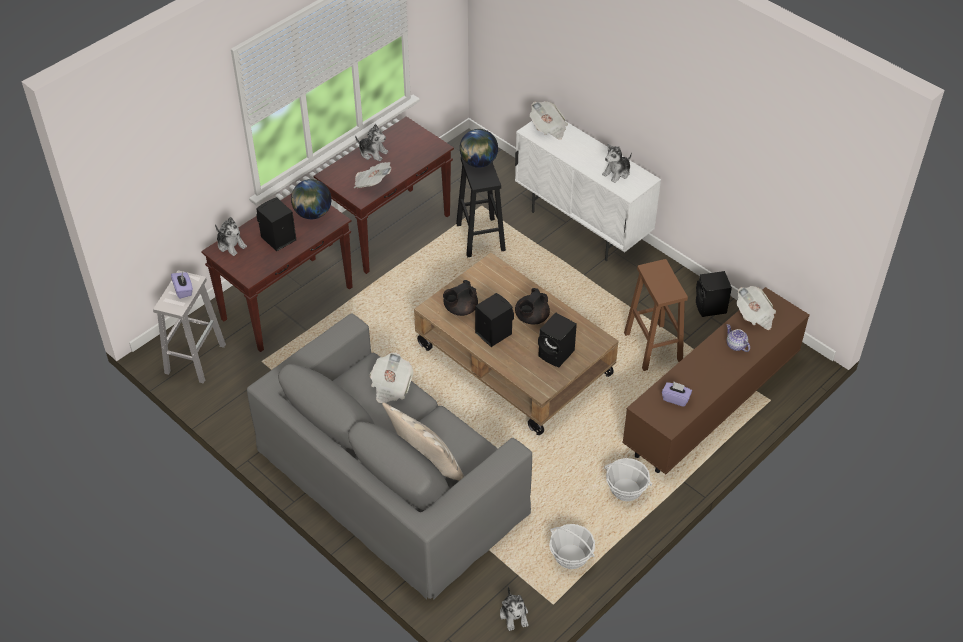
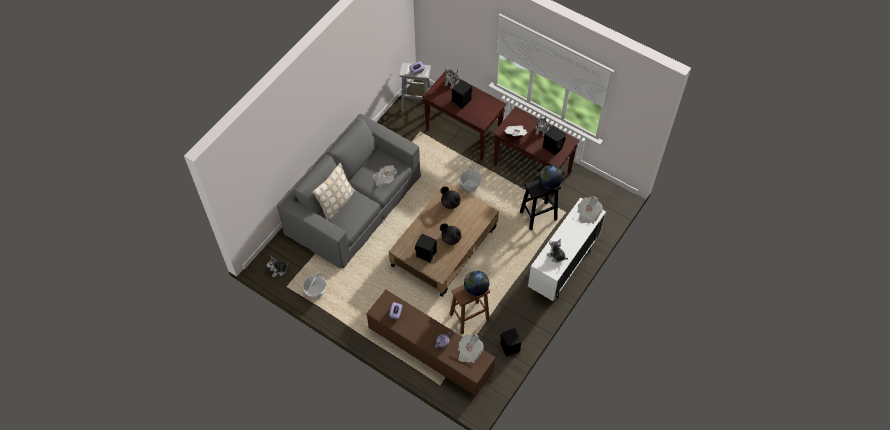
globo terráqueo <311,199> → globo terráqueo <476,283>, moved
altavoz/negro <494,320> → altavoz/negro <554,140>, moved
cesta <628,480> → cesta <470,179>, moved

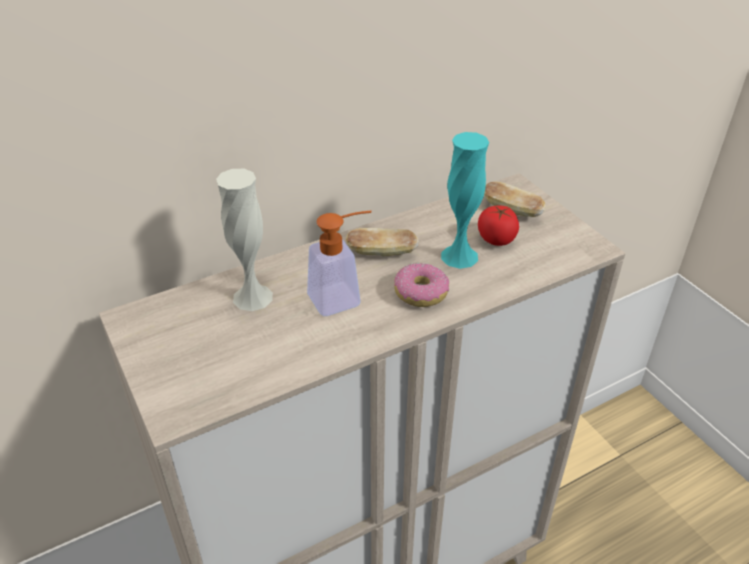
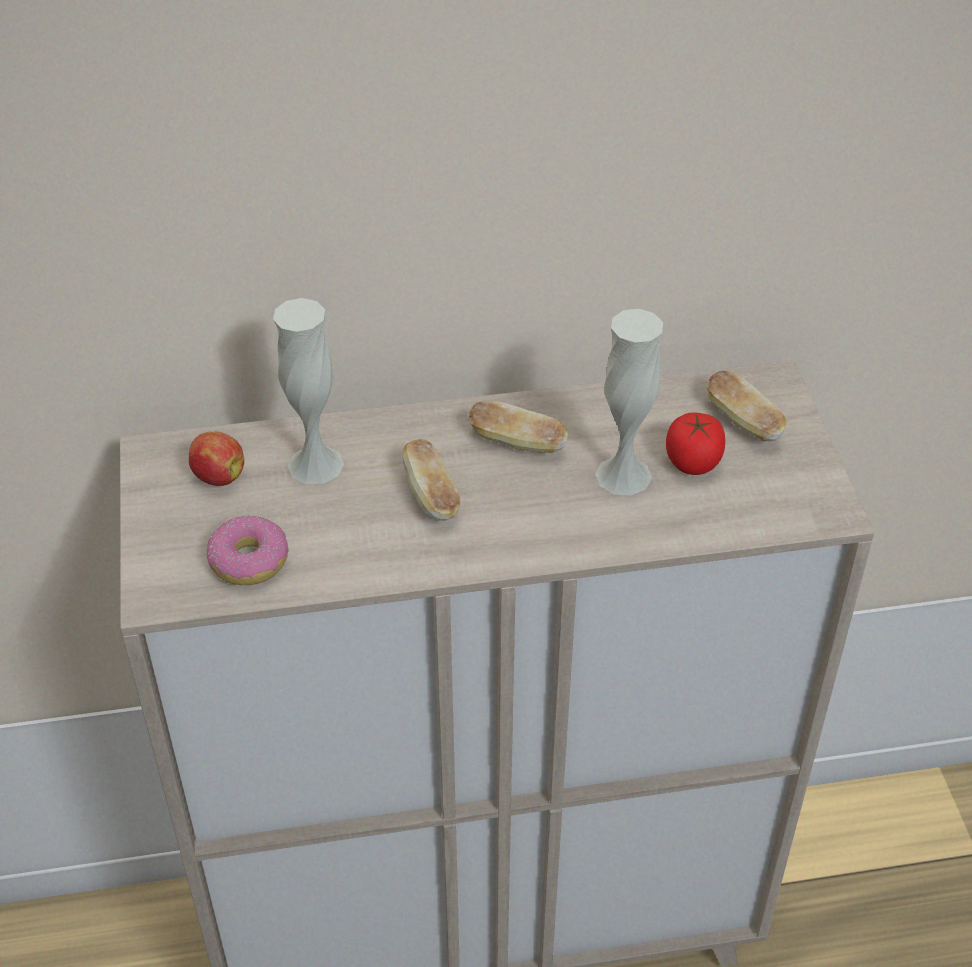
dispensador de jabón <339,263> → pan <431,480>
rosquilla <421,285> → rosquilla <247,550>, moved
florero/turquesa <465,200> → florero/blanco <629,402>
- → manzana <216,458>

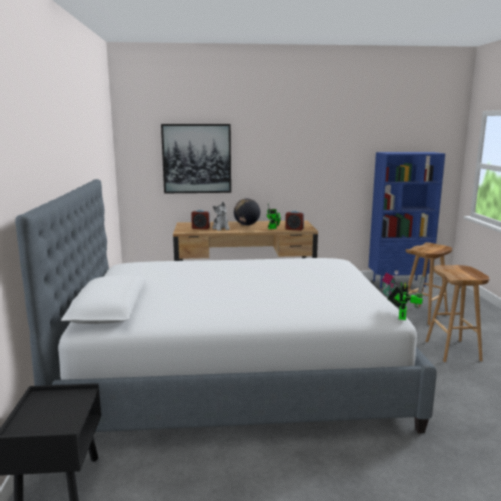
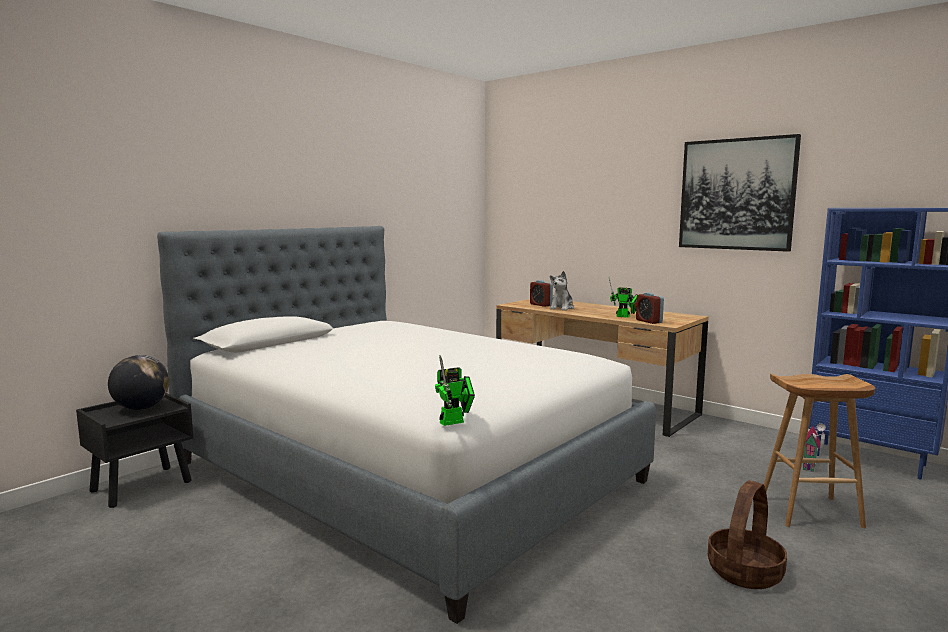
cuadro <196,158> → cuadro <740,193>, moved
globo terráqueo <247,211> → globo terráqueo <138,382>, moved
taburete/marrón <457,313> → cesta <747,534>

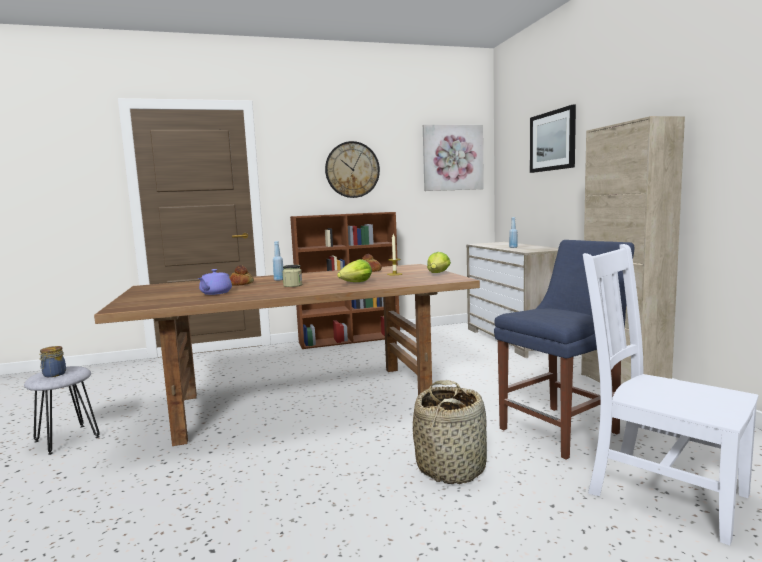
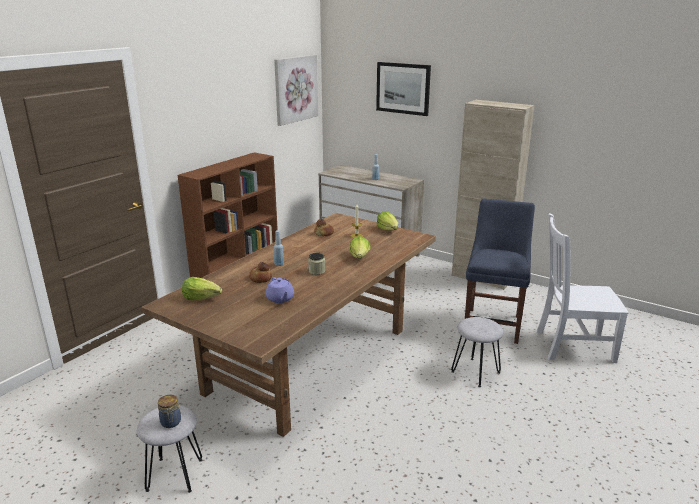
reloj de pared <352,169> → -
cesta <450,432> → taburete/gris <477,352>
- → lechuga <202,288>

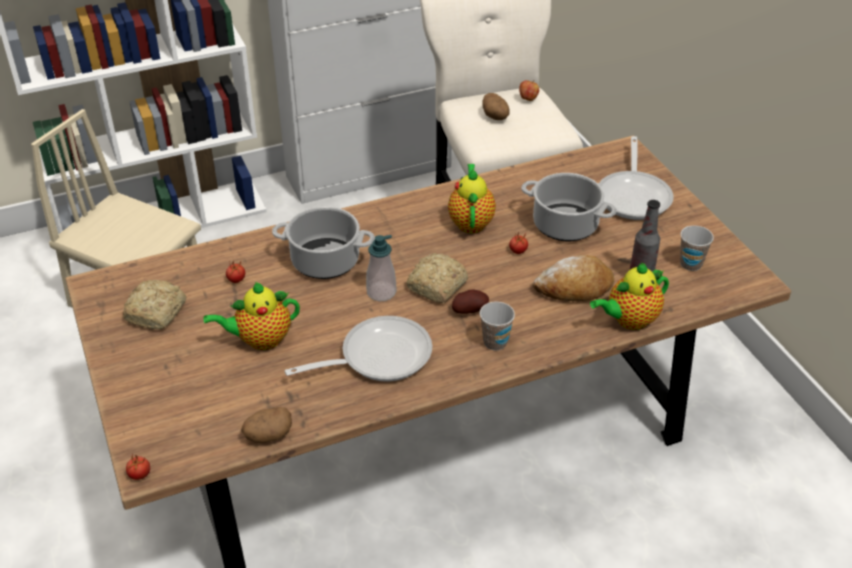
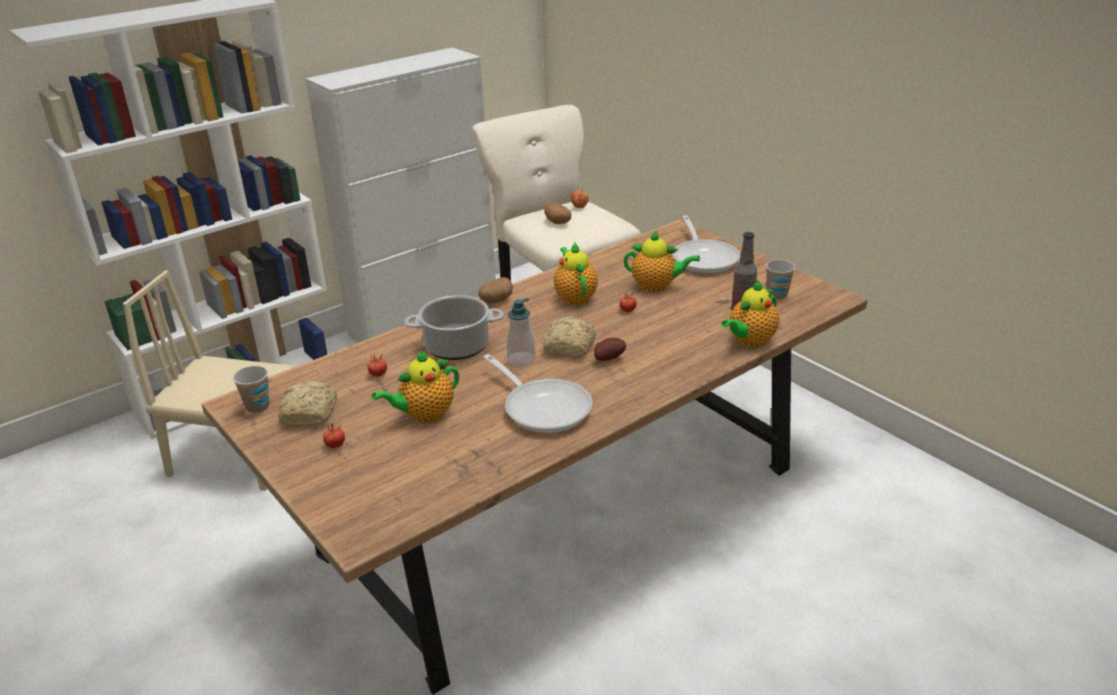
tomate <138,467> → tomate <334,435>, moved
patata <266,425> → patata <495,290>, moved
sartén <358,349> → sartén <538,393>, 90 degrees clockwise
taza <497,326> → taza <251,389>, moved
olla <569,207> → tetera <662,261>
pan <573,278> → -

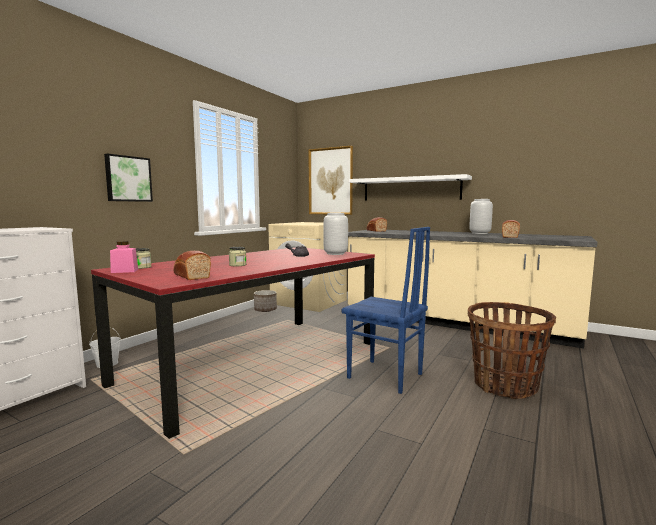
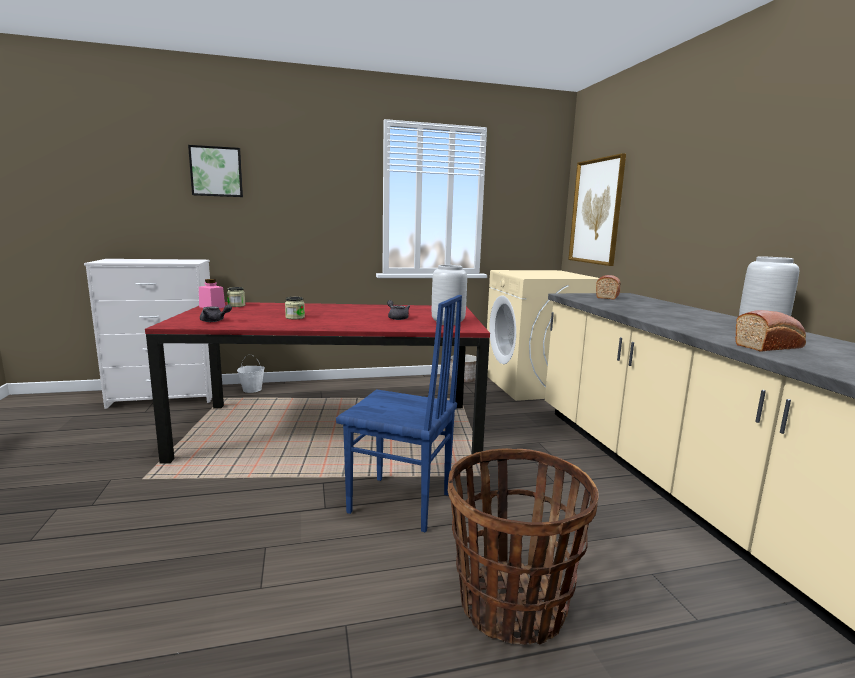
cuadro <128,178> → cuadro <215,171>, moved
pan <192,265> → tetera/gris <216,313>
silla/azul <385,310> → silla/azul <399,414>, 60 degrees counterclockwise
estante/blanco <410,187> → -

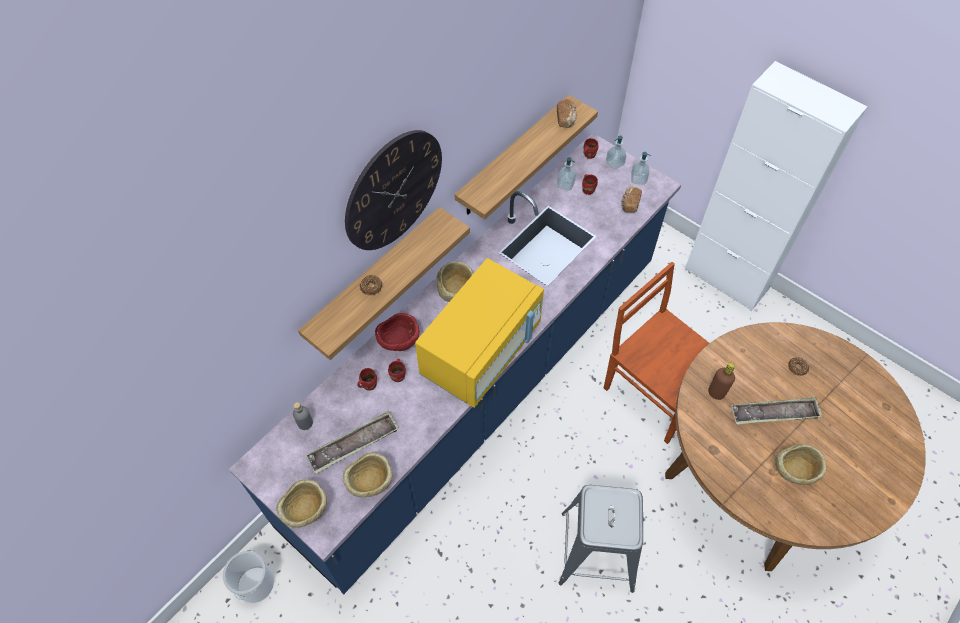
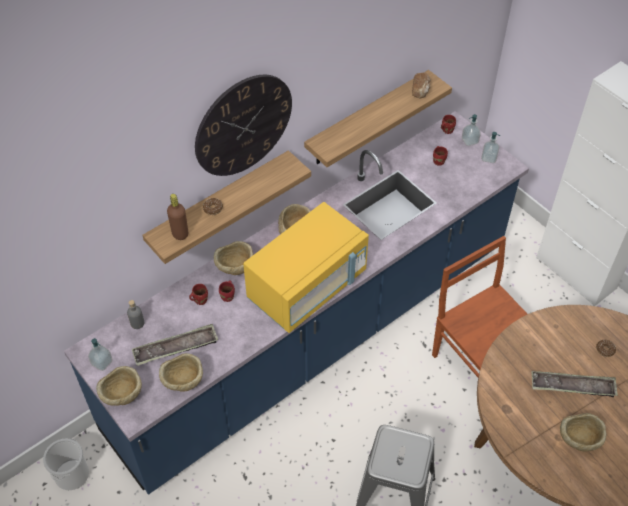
cuenco/rojo <397,332> → cuenco/beis <234,258>
dispensador de jabón <566,174> → dispensador de jabón <100,354>, moved
pan <631,199> → -
botella/marrón <721,381> → botella/marrón <177,217>, moved

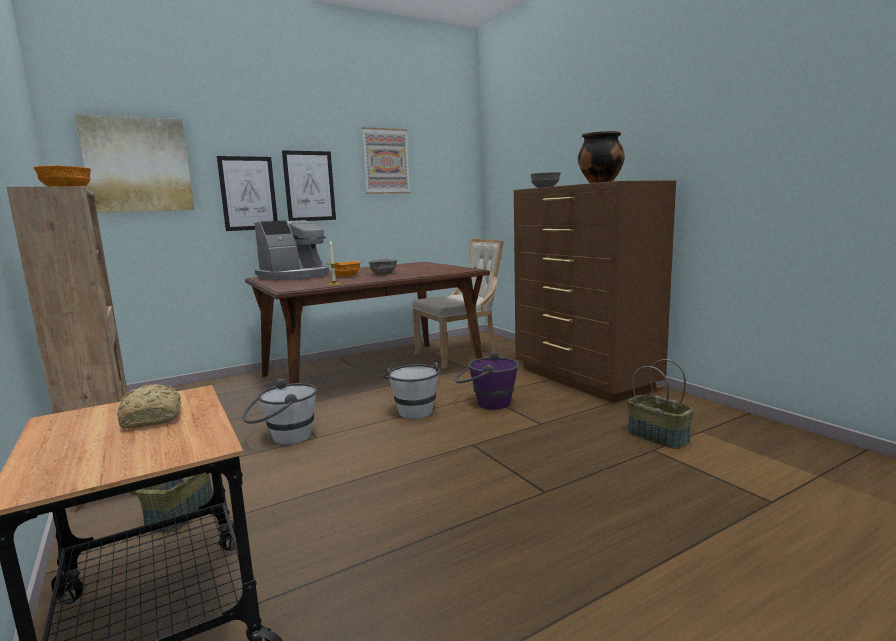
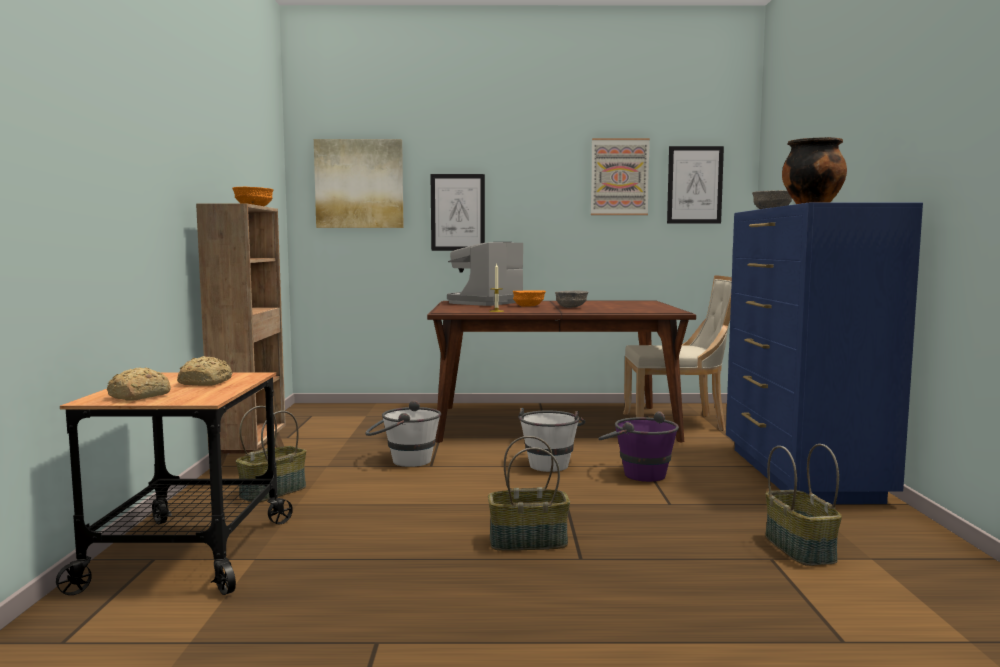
cafetera <291,250> → cafetera <485,274>, 135 degrees clockwise
cuadro <309,185> → cuadro <695,185>, moved
cómoda/marrón <595,291> → cómoda/azul <824,353>
- → pan <139,384>
- → cesta <529,493>

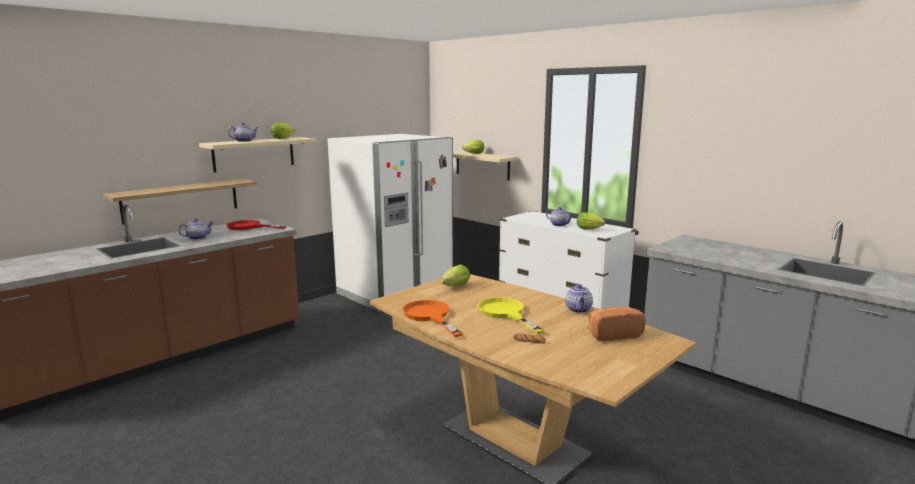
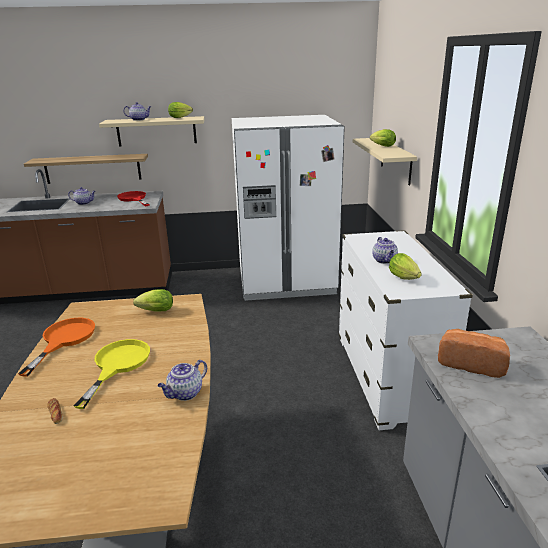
pan <617,324> → pan <474,353>, moved

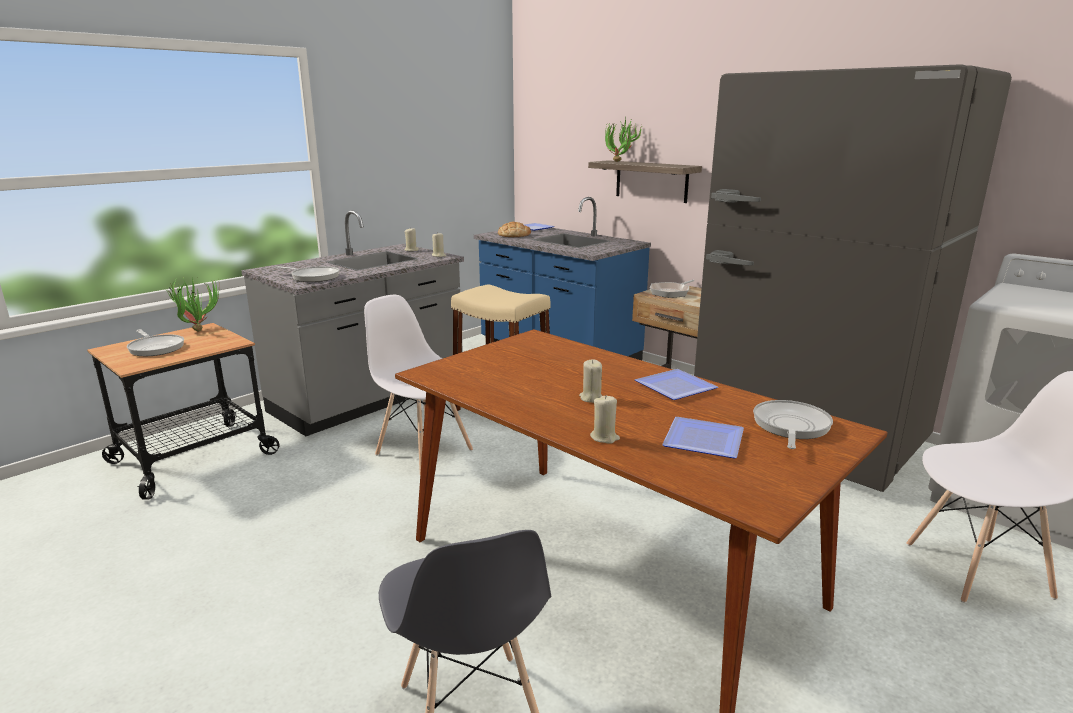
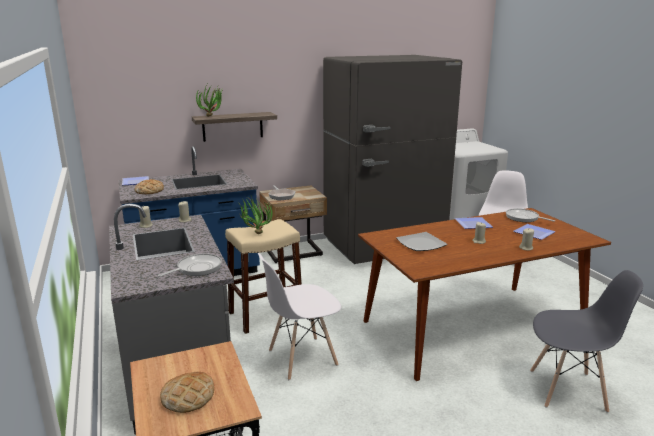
sartén <155,342> → pan <187,392>
planta en maceta <192,304> → planta en maceta <255,215>, moved
- → plato <421,241>

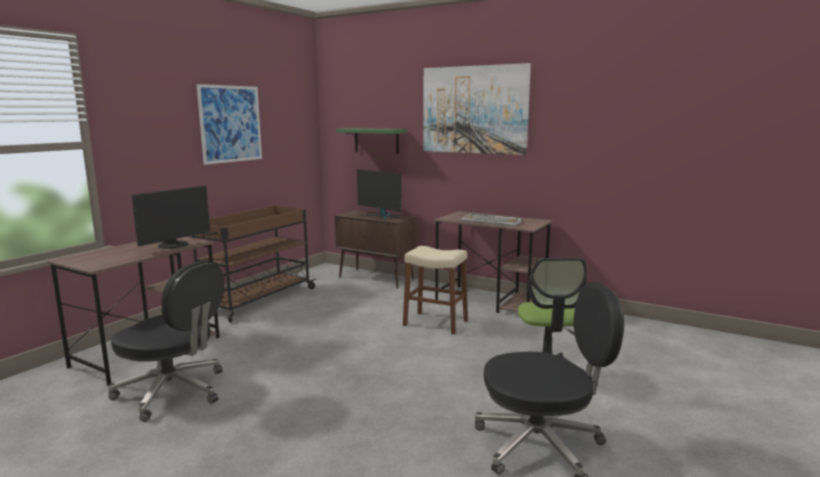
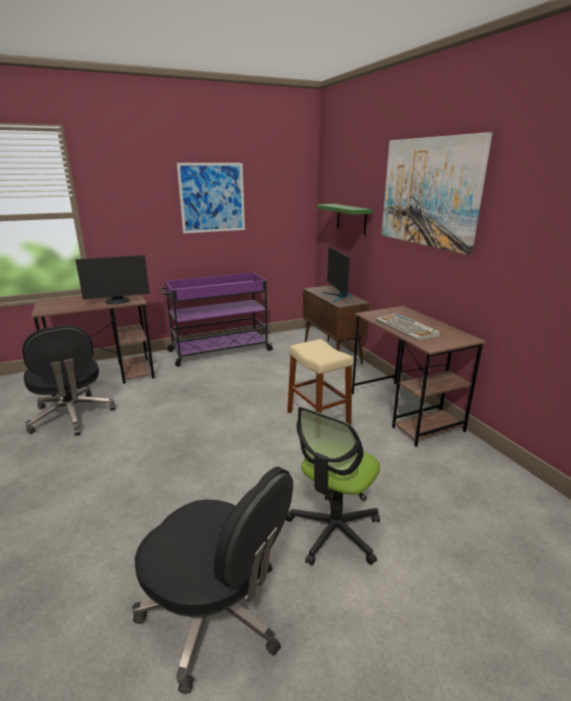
carrito/marrón <254,263> → carrito/morado <216,319>

